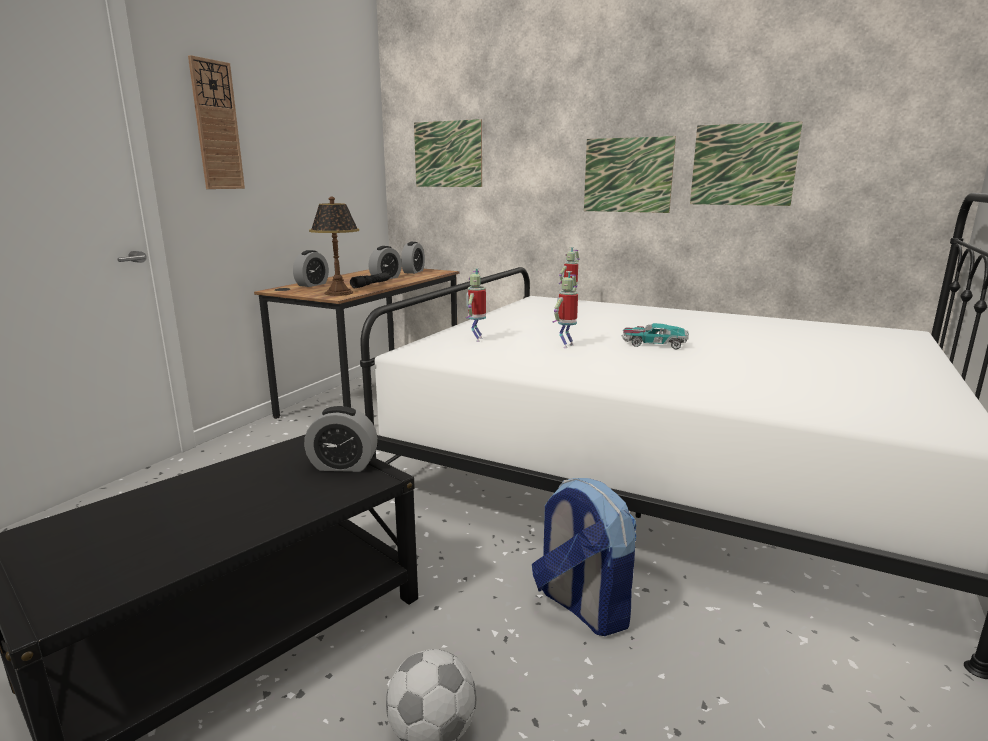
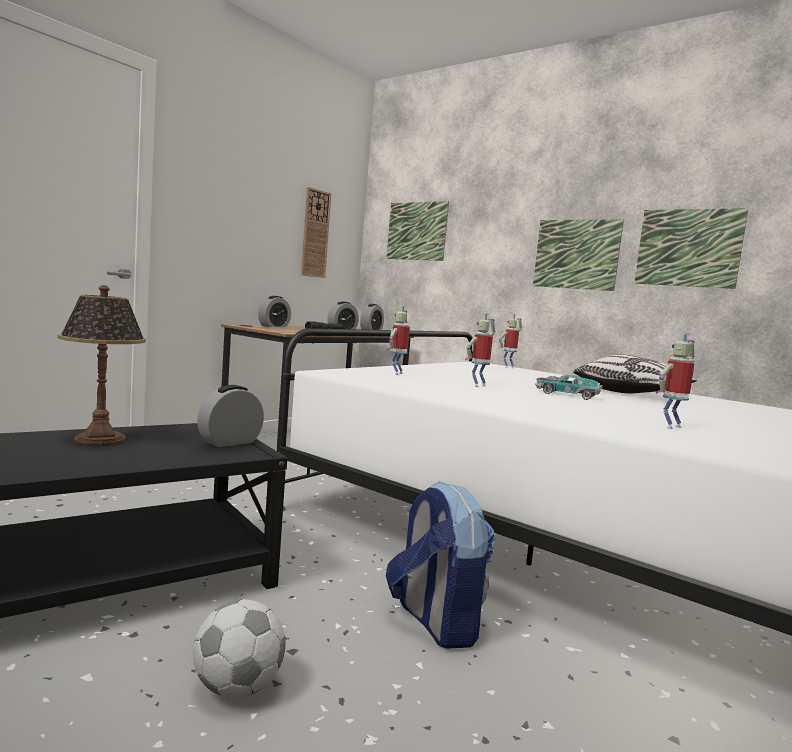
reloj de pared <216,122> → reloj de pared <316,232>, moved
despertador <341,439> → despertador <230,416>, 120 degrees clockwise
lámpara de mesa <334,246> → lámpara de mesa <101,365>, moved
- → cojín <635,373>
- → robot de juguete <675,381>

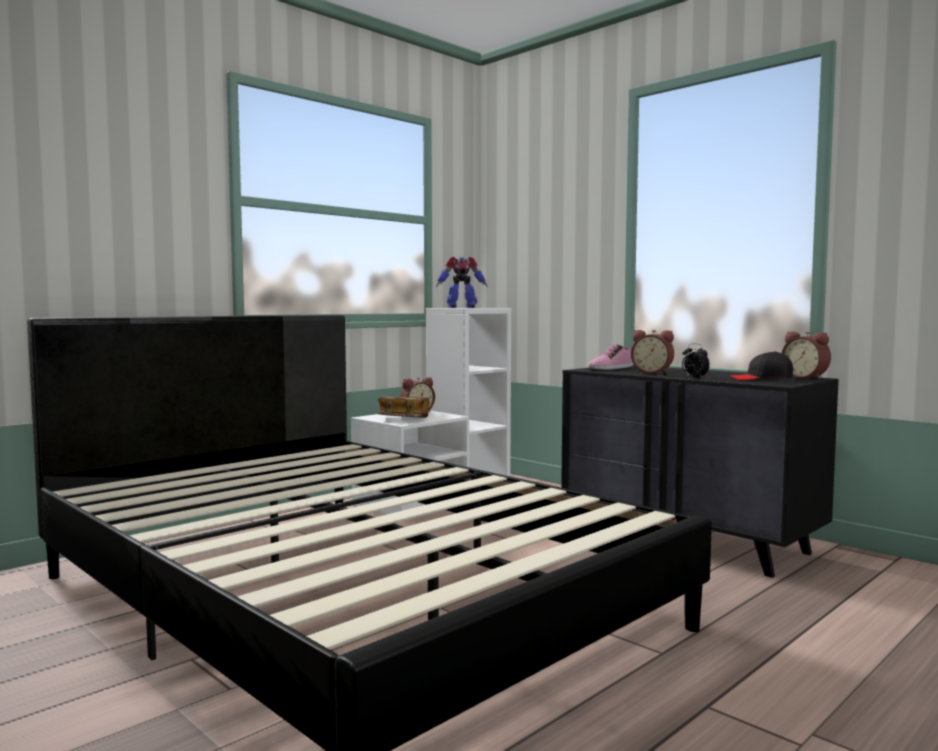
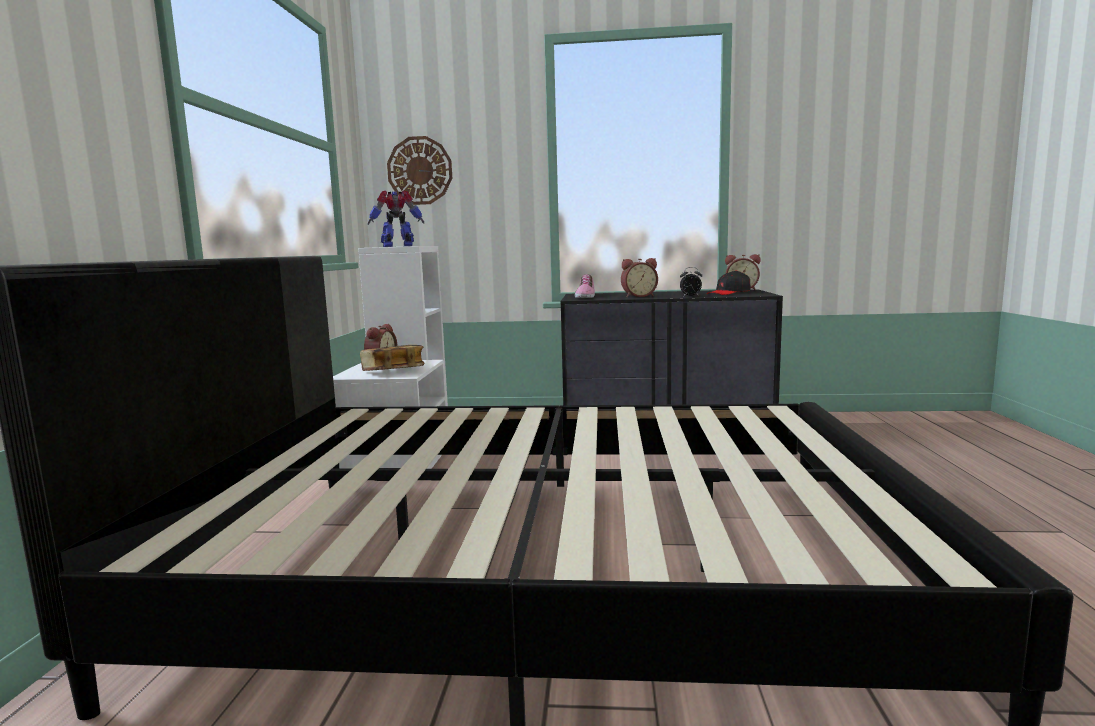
robot de juguete <461,282> → robot de juguete <396,218>, 150 degrees counterclockwise
- → reloj de pared <419,170>

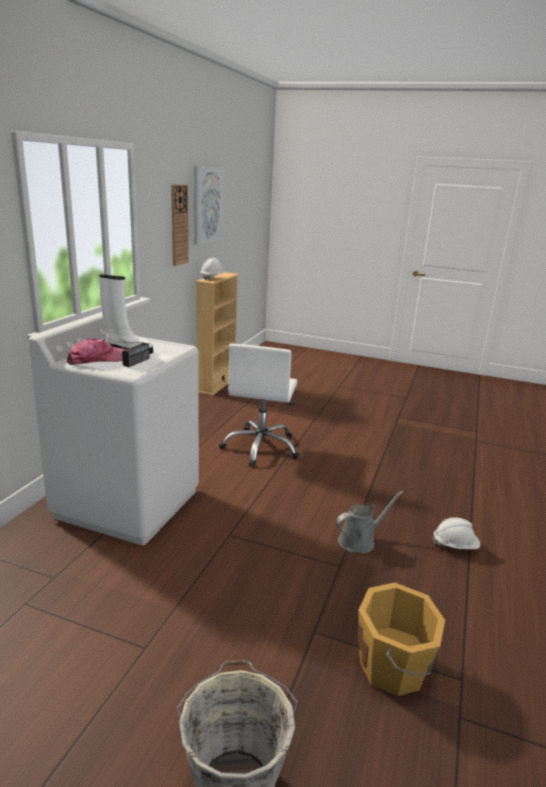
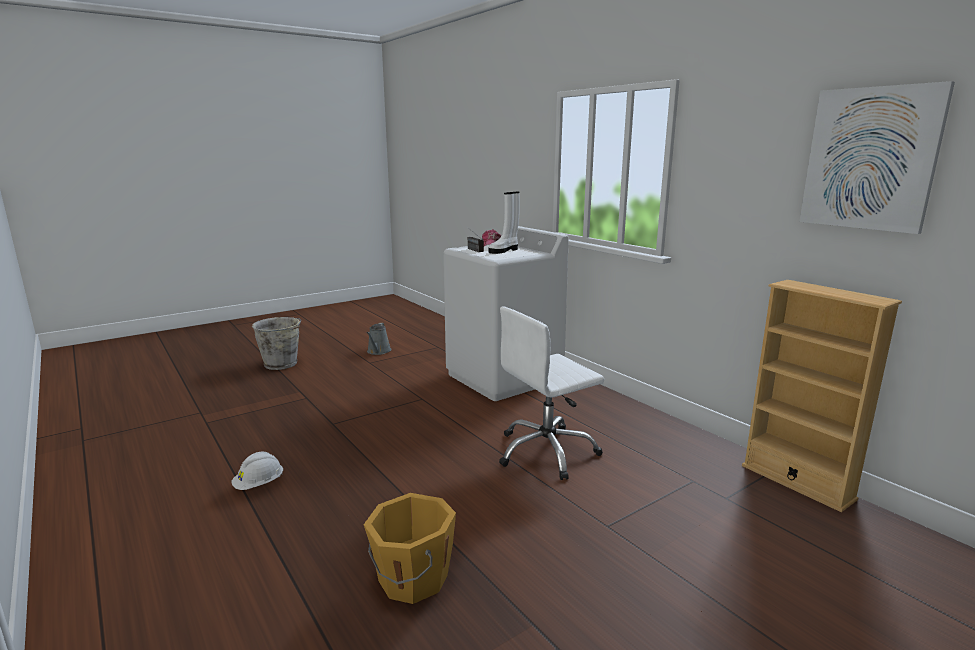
reloj de pared <180,225> → -
casco/blanco <213,269> → -
silla de oficina/blanco <259,405> → silla de oficina/blanco <551,393>, 75 degrees counterclockwise
regadera/gris <369,522> → regadera/gris <378,339>, moved
cubo/naranja <401,639> → cubo/naranja <410,548>, moved

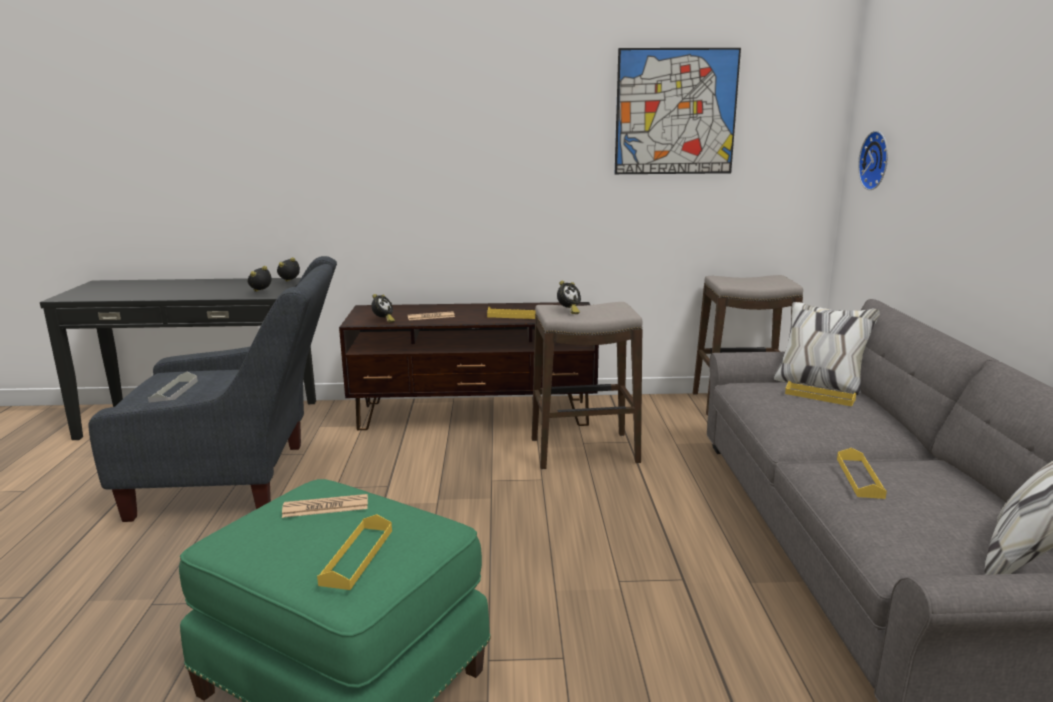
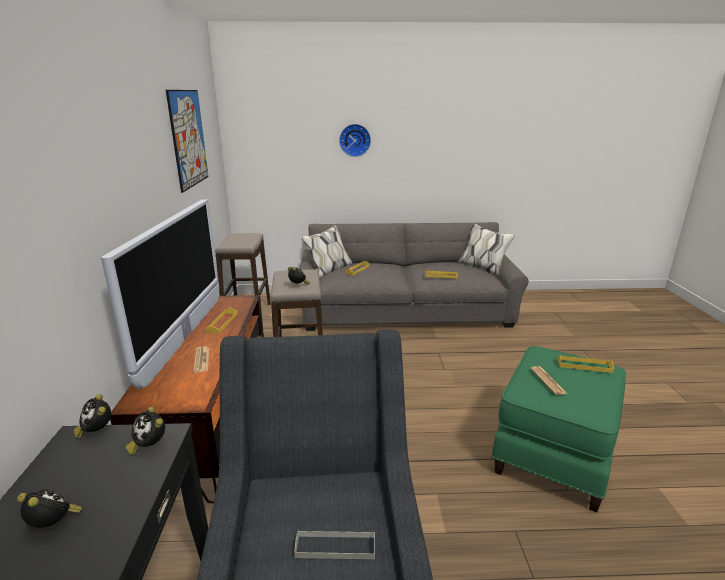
despertador <383,308> → despertador <50,508>, moved
reloj de pared <873,160> → reloj de pared <355,140>, moved
- → televisor <160,294>

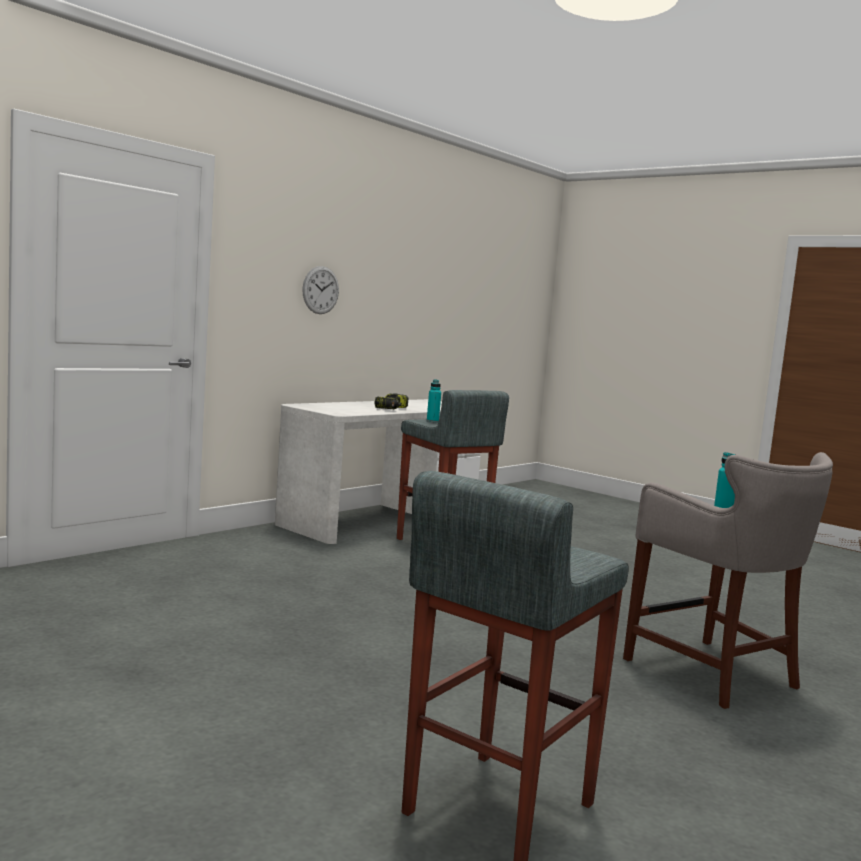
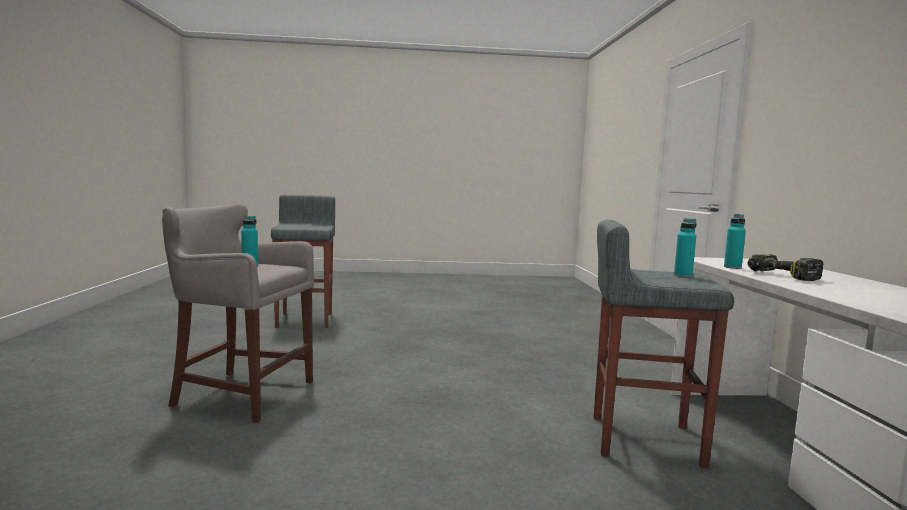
reloj de pared <320,290> → -
- → botella/turquesa <735,241>

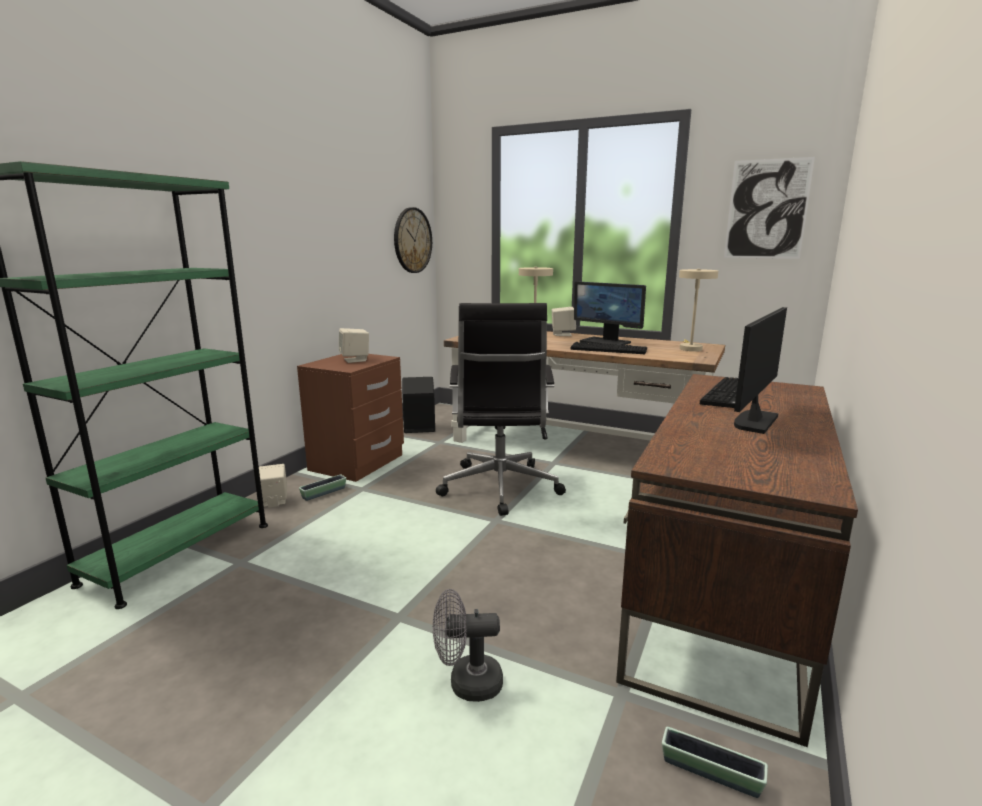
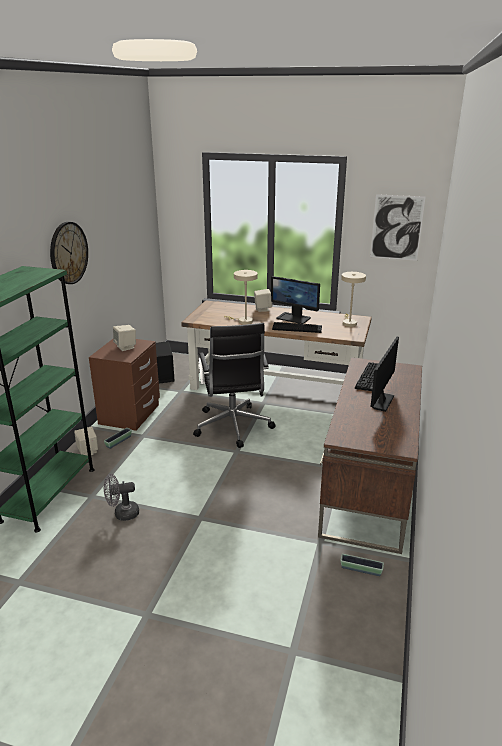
reloj de pared <413,240> → reloj de pared <69,253>, moved
ventilador/gris <468,645> → ventilador/gris <121,497>, moved

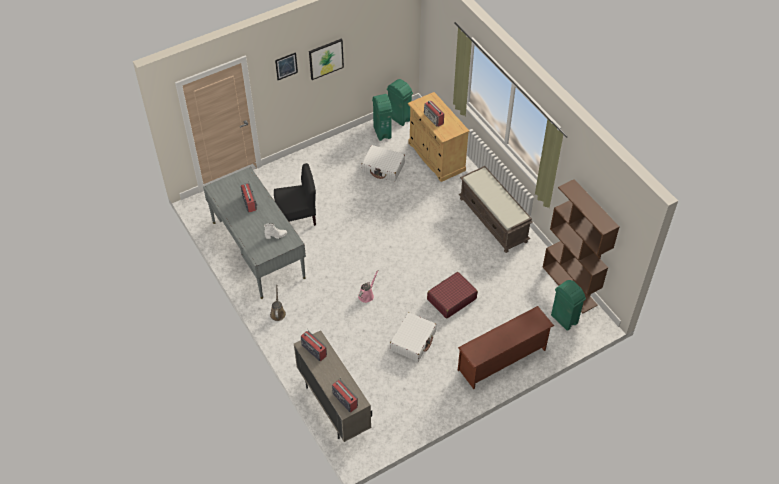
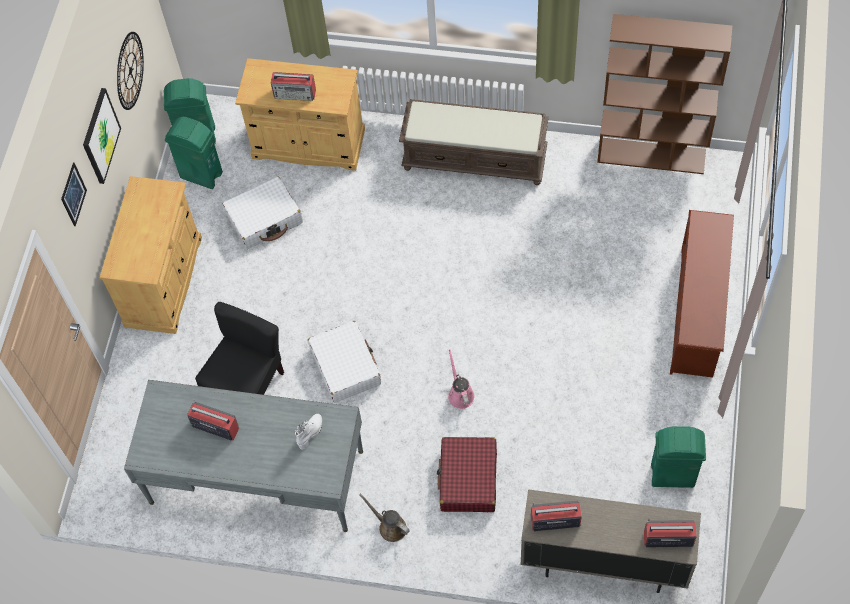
maleta/blanco <413,337> → maleta/blanco <344,362>, moved
maleta/rojo <452,295> → maleta/rojo <467,474>, moved
papelera/verde <568,305> → papelera/verde <678,457>, moved
- → armario/beis <151,255>
- → reloj de pared <130,71>

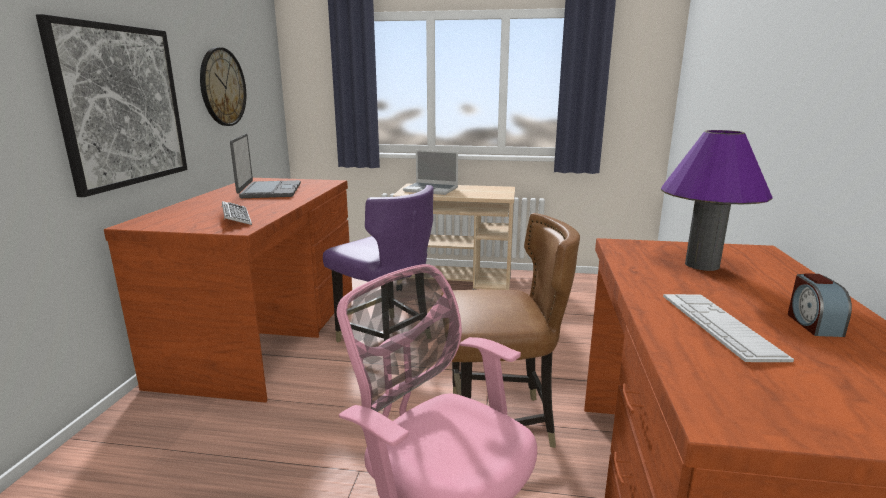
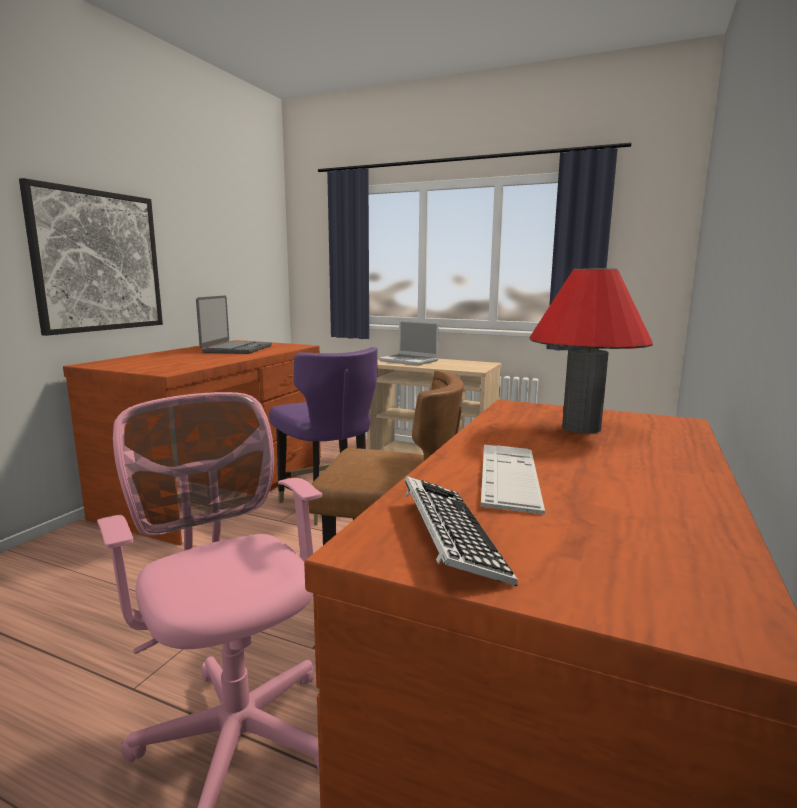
reloj de pared <223,86> → -
teclado <236,213> → teclado <461,531>, moved
lámpara de mesa/morado <717,200> → lámpara de mesa/rojo <591,350>
despertador <820,305> → -

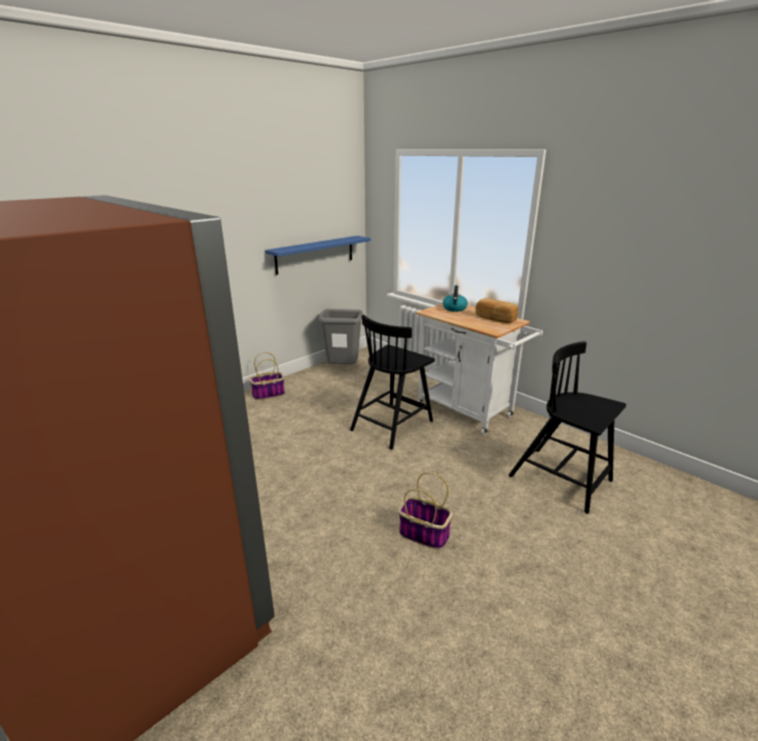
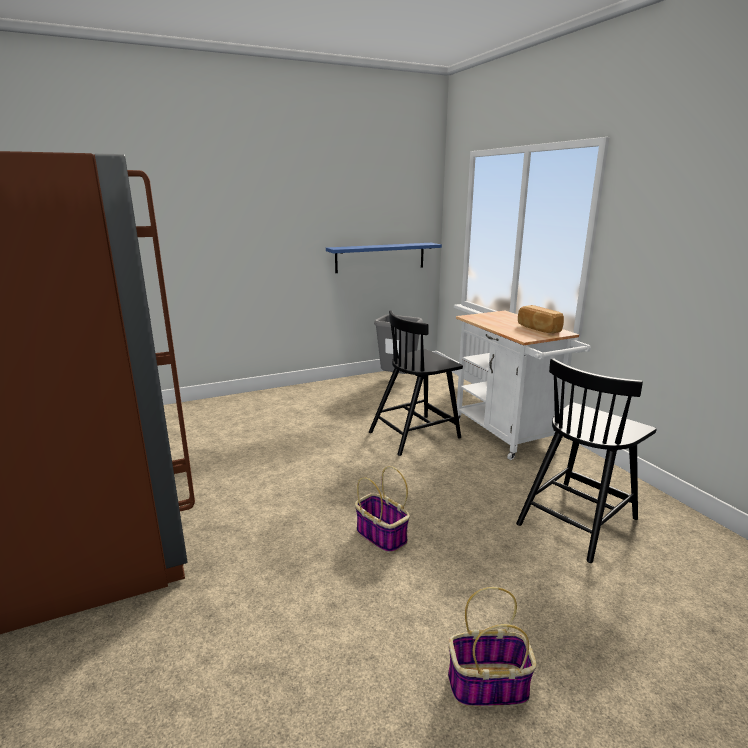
cesta <267,376> → cesta <492,647>, moved
hervidor <455,298> → -
silla/negro <567,427> → silla/negro <586,460>, 105 degrees counterclockwise

